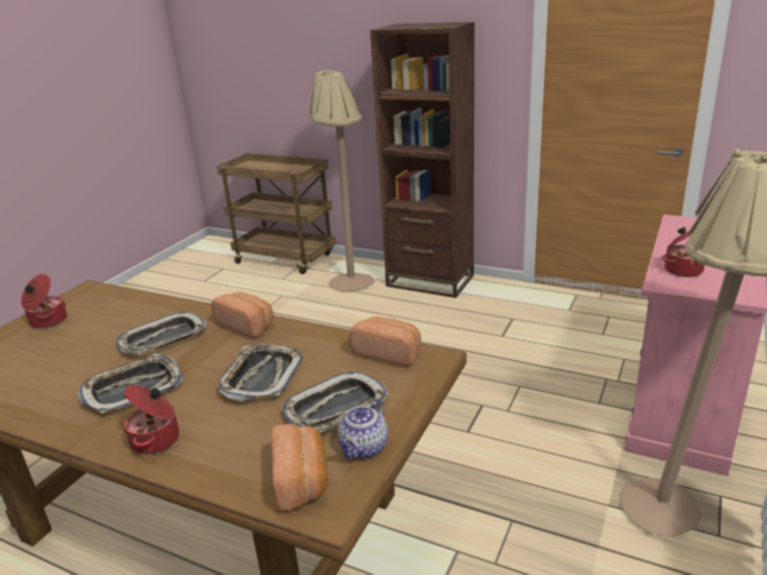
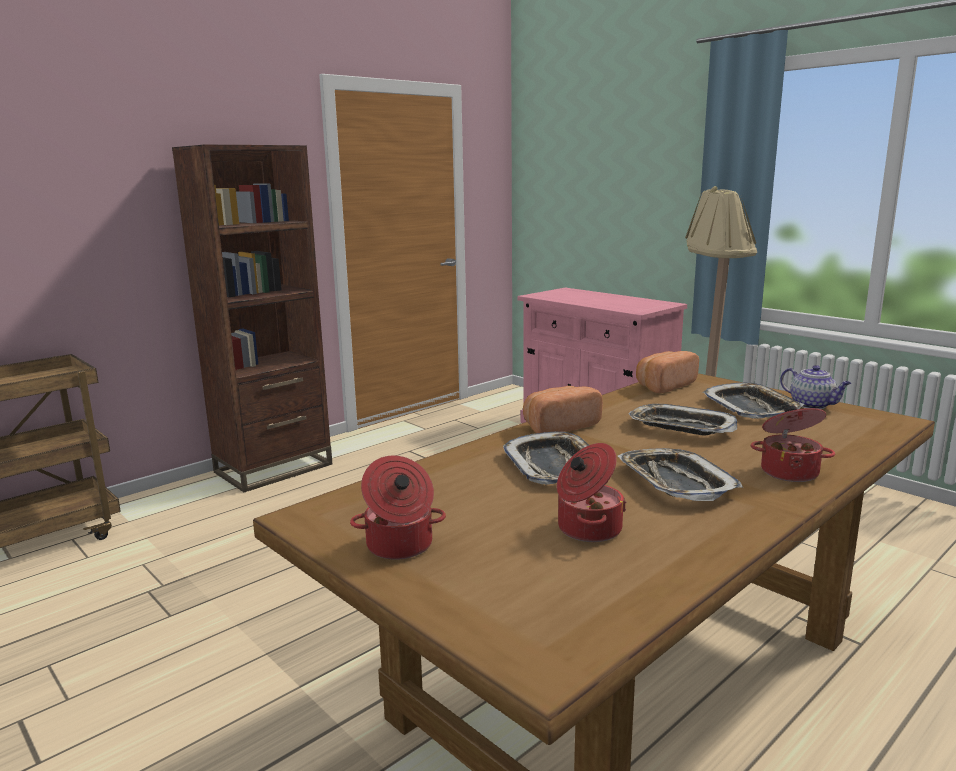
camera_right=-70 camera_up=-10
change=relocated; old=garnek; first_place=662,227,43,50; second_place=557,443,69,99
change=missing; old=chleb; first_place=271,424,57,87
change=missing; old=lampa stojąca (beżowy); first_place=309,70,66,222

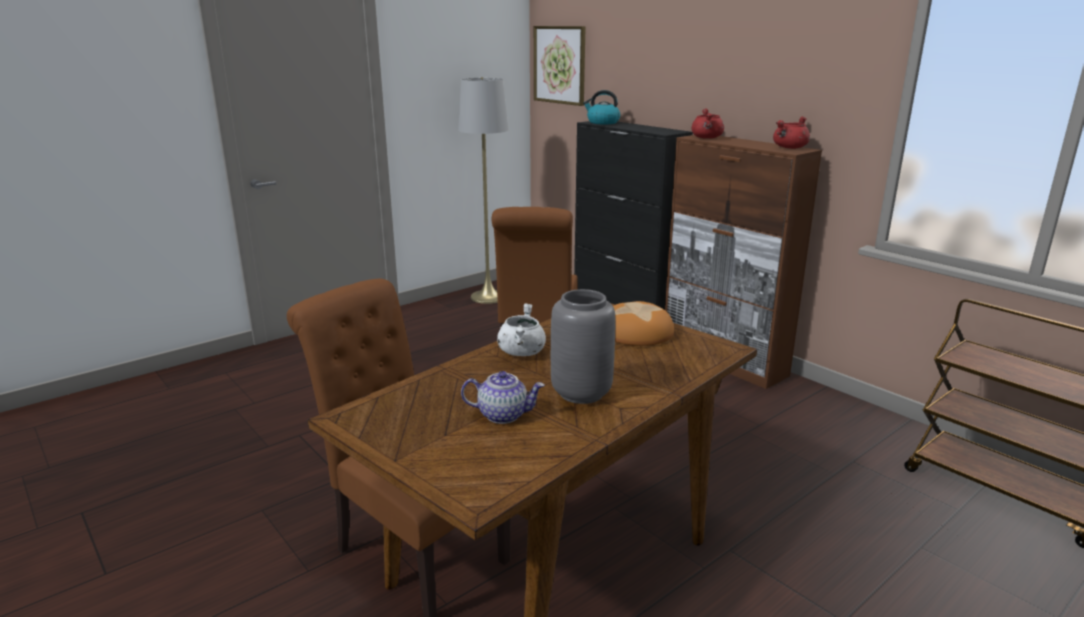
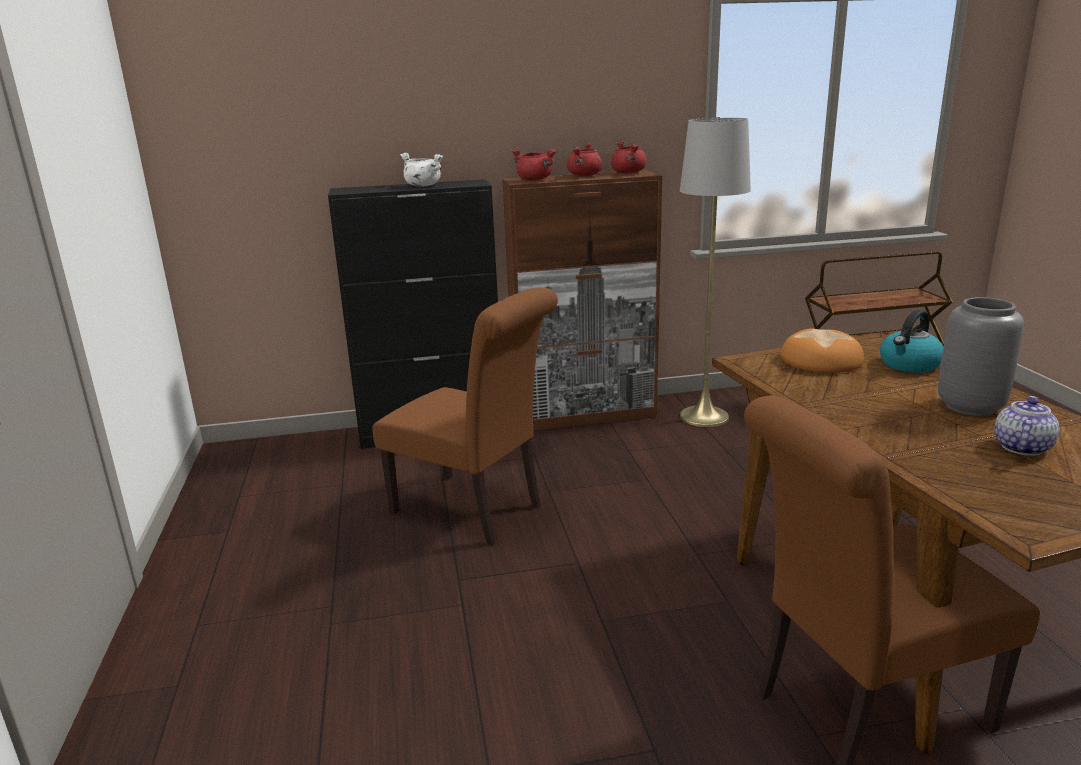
camera_right=-60 camera_up=0
change=relocated; old=garnek (biały); first_place=497,303,49,53; second_place=400,153,44,34
change=appeared; new=garnek (czerwony); second_place=567,142,36,34
change=relocated; old=lampa stojąca (szary); first_place=458,77,50,227; second_place=680,117,71,310
change=relocated; old=czajnik; first_place=583,90,37,34; second_place=880,310,63,63
change=missing; old=obraz; first_place=534,26,51,80

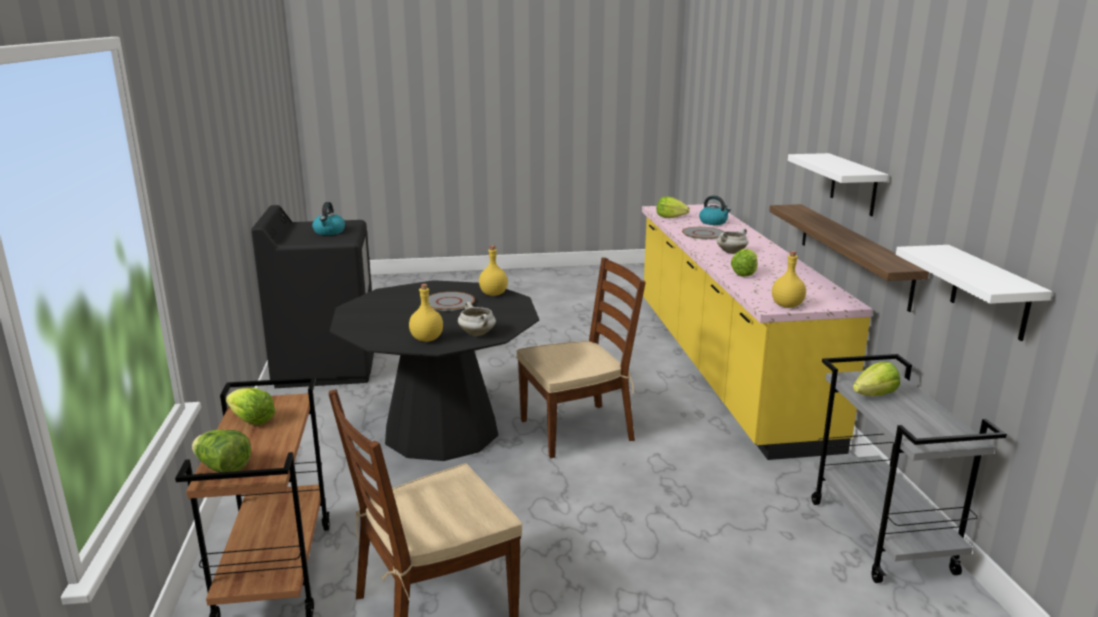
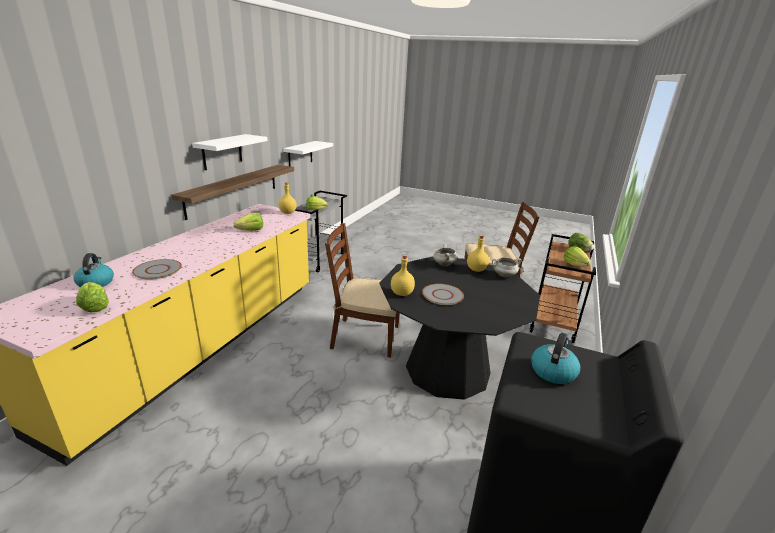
camera_right=-150 camera_up=5
change=relocated; old=garnek (biały); first_place=717,228,31,26; second_place=492,257,30,20

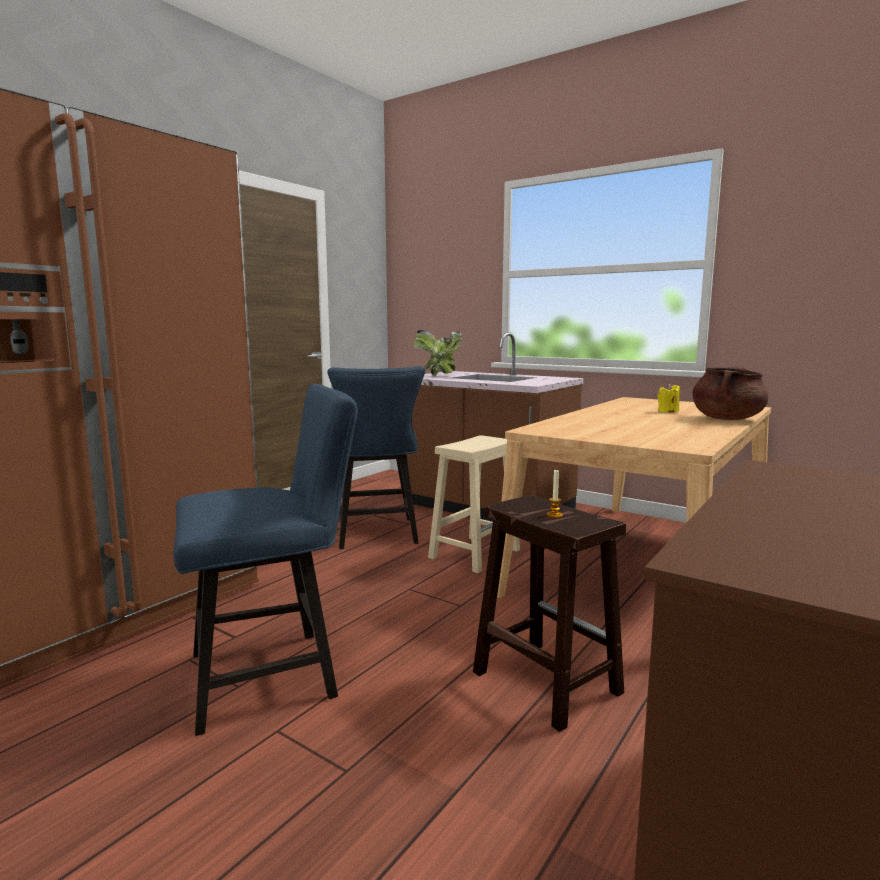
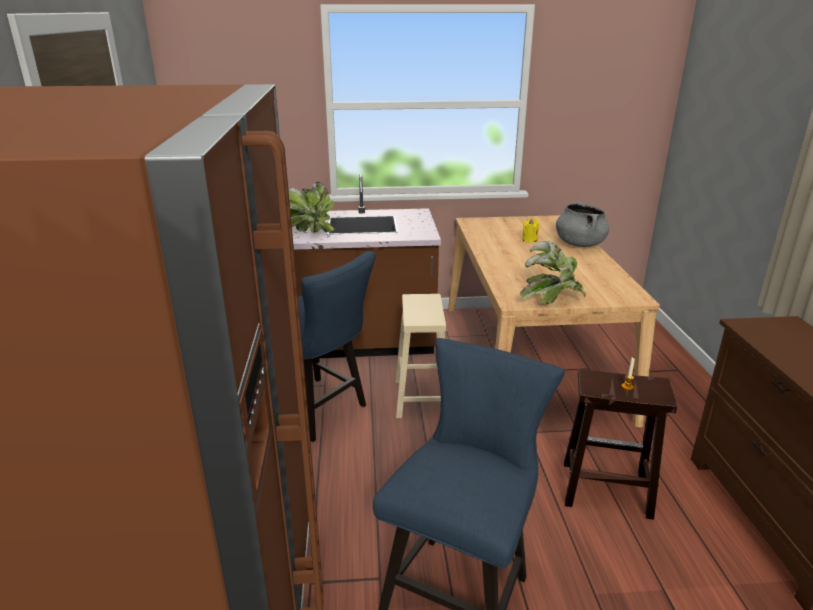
camera_right=-40 camera_up=15
change=appeared; new=roślina doniczkowa; second_place=520,241,66,63
change=colour; old=garnek (brązowy); new=garnek (szary); first_place=693,366,75,54; second_place=556,200,53,47

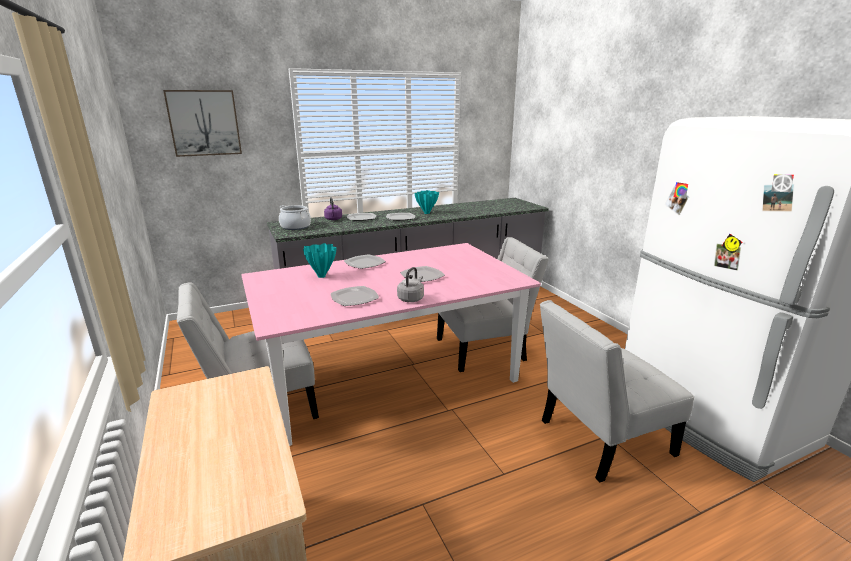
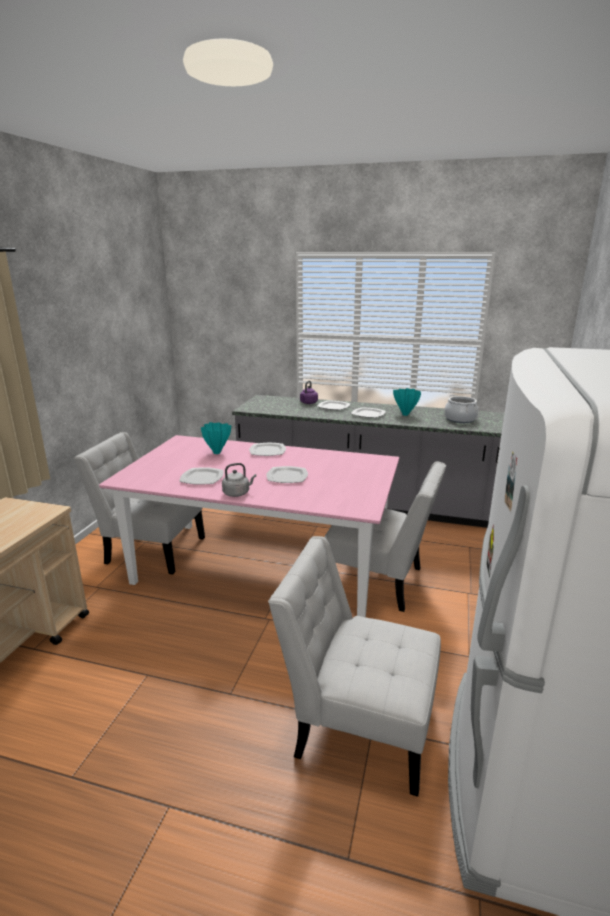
camera_right=40 camera_up=0
change=relocated; old=garnek; first_place=279,205,32,25; second_place=444,395,34,28
change=missing; old=obraz; first_place=163,90,79,67

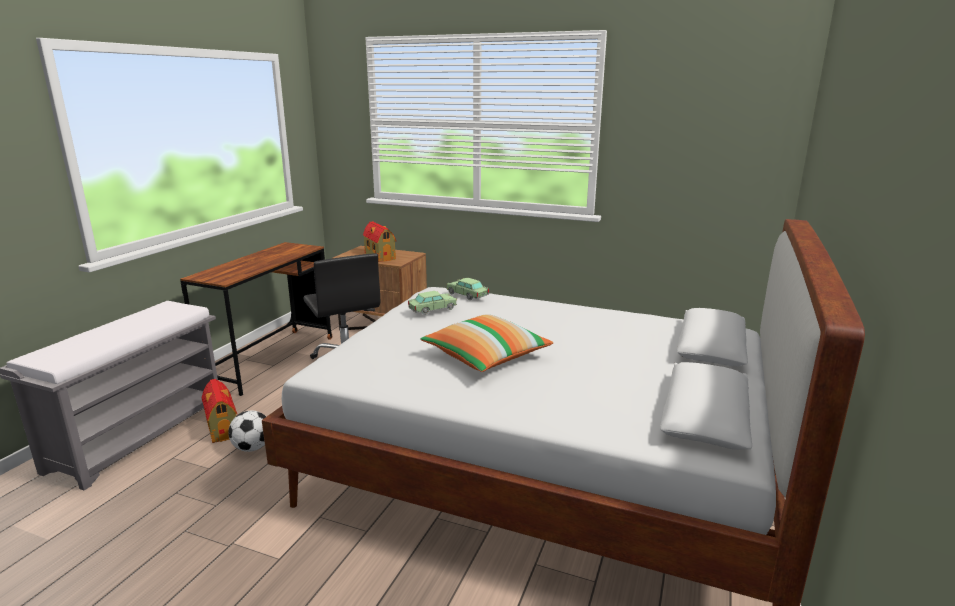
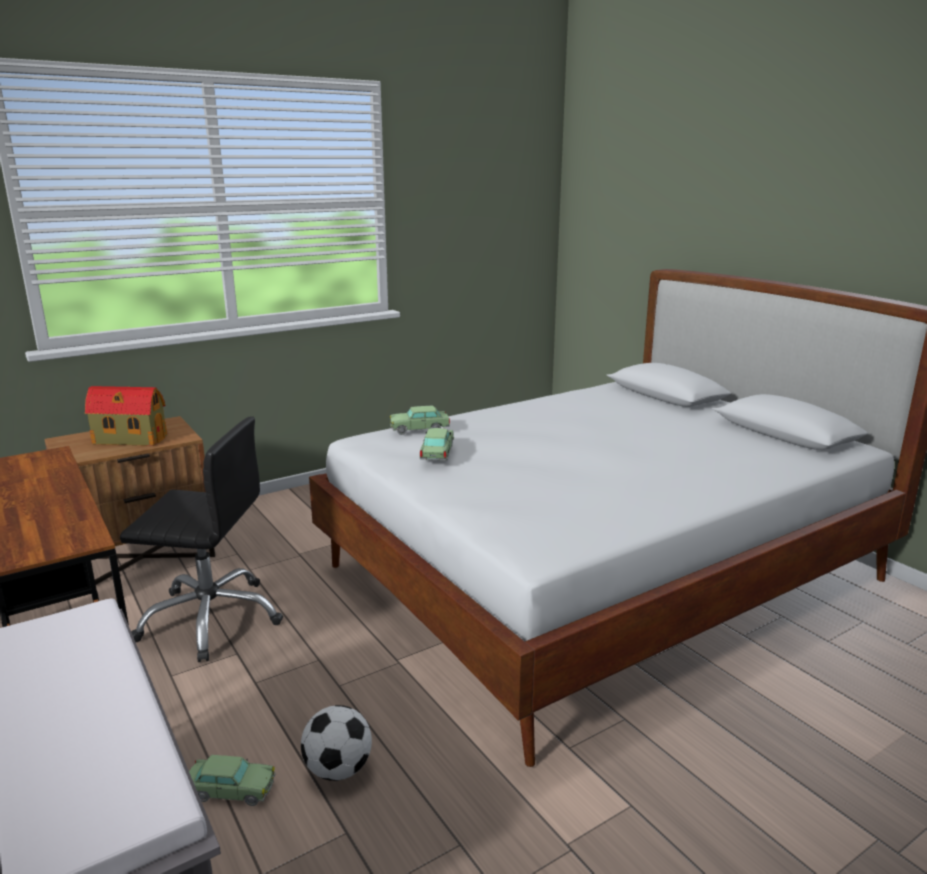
camera_right=-55 camera_up=0
change=exchanged; old=domek; new=samochodzik; first_place=202,379,36,64; second_place=189,755,87,51
change=missing; old=poduszka; first_place=420,314,133,58

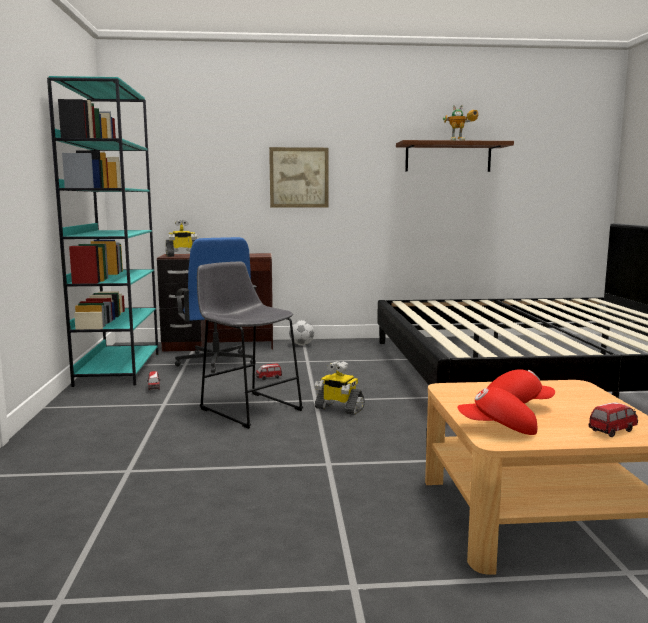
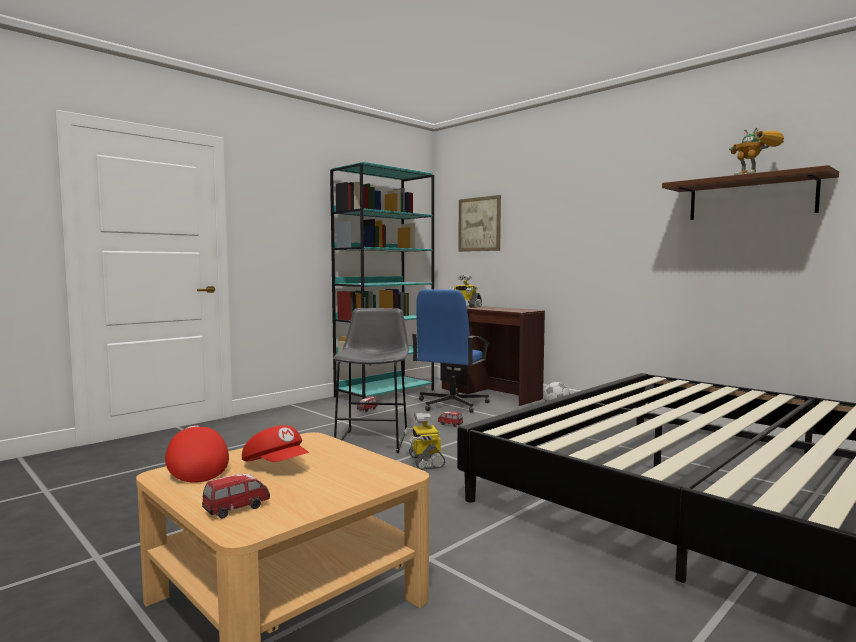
camera_right=50 camera_up=-5
change=spun; old=samochodzik; first_place=589,402,49,35; second_place=202,474,68,45; degrees=-60
change=relocated; old=obraz; first_place=269,147,60,61; second_place=458,195,43,57

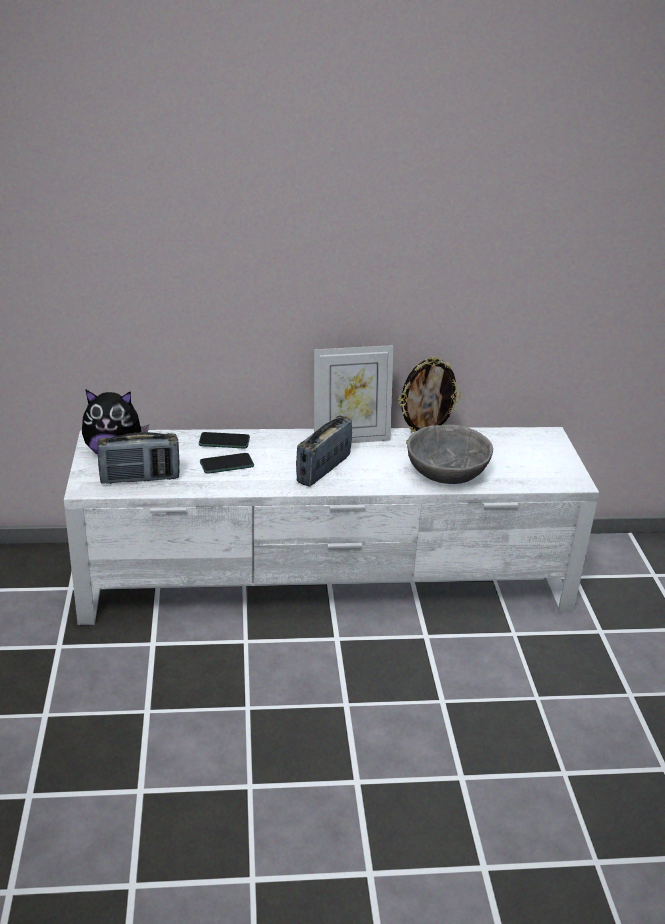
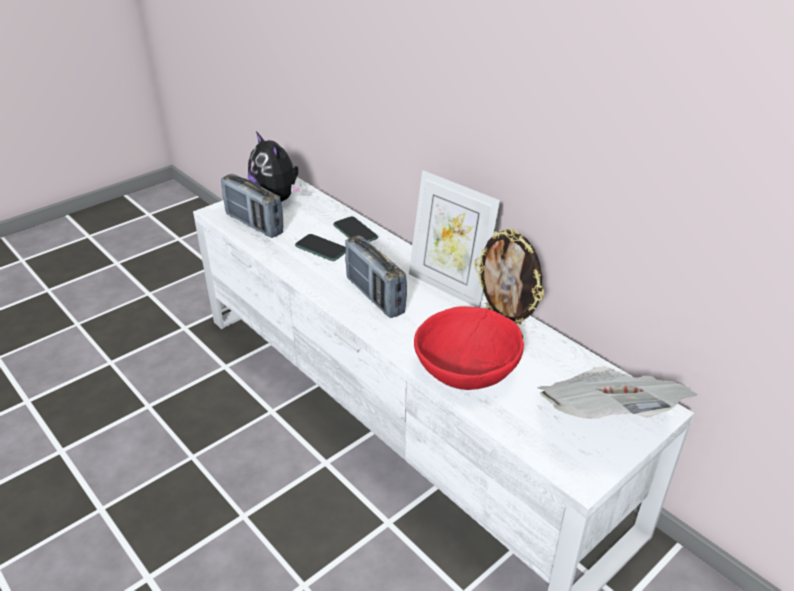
camera_right=55 camera_up=5
change=spun; old=radio; first_place=296,415,56,72; second_place=345,235,62,83; degrees=-120
change=colour; old=miska (szary); new=miska (czerwony); first_place=407,425,86,59; second_place=414,306,110,84
change=appeared; new=gazeta; second_place=537,367,161,52

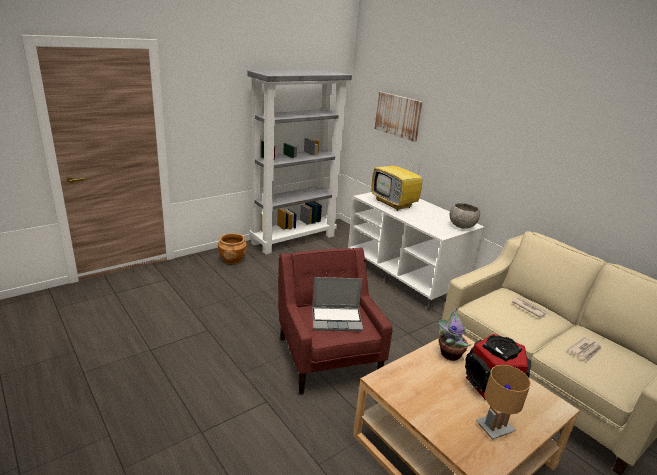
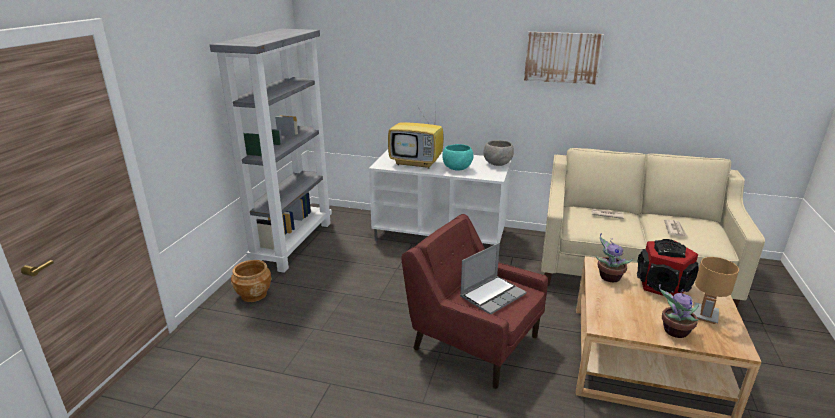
camera_right=-35 camera_up=0
change=appeared; new=miska (turkusowy); second_place=442,144,31,27
change=relocated; old=obraz; first_place=375,92,48,50; second_place=524,32,80,52
change=appeared; new=roślina doniczkowa; second_place=659,284,40,54

